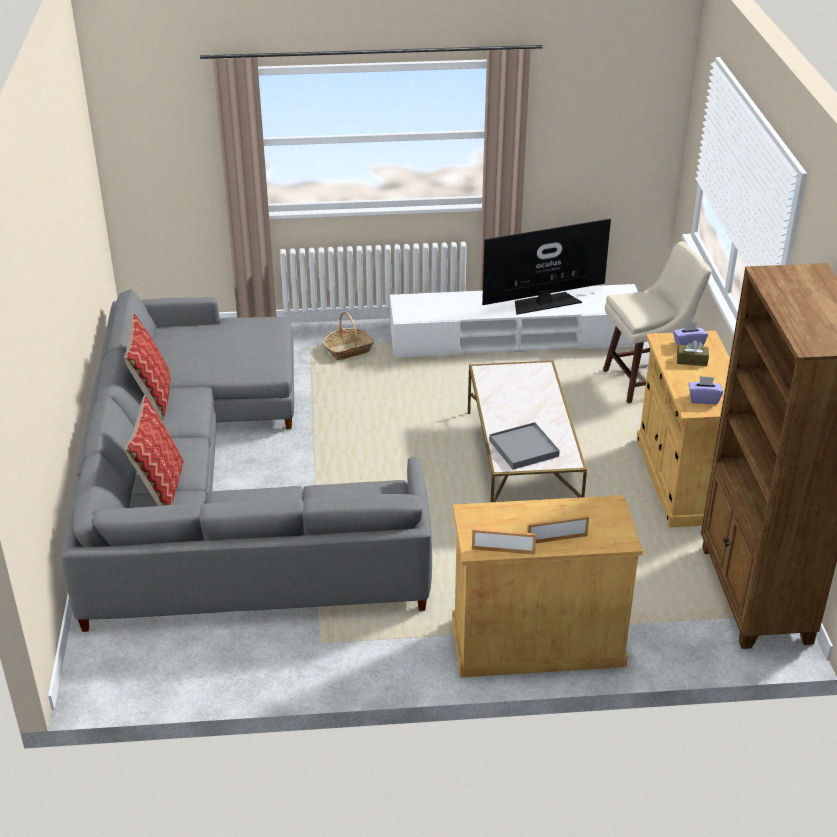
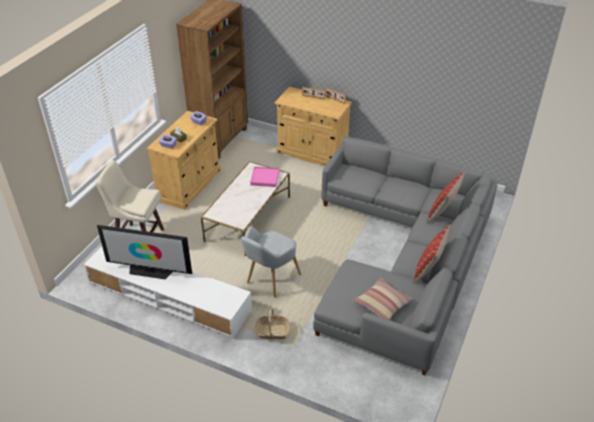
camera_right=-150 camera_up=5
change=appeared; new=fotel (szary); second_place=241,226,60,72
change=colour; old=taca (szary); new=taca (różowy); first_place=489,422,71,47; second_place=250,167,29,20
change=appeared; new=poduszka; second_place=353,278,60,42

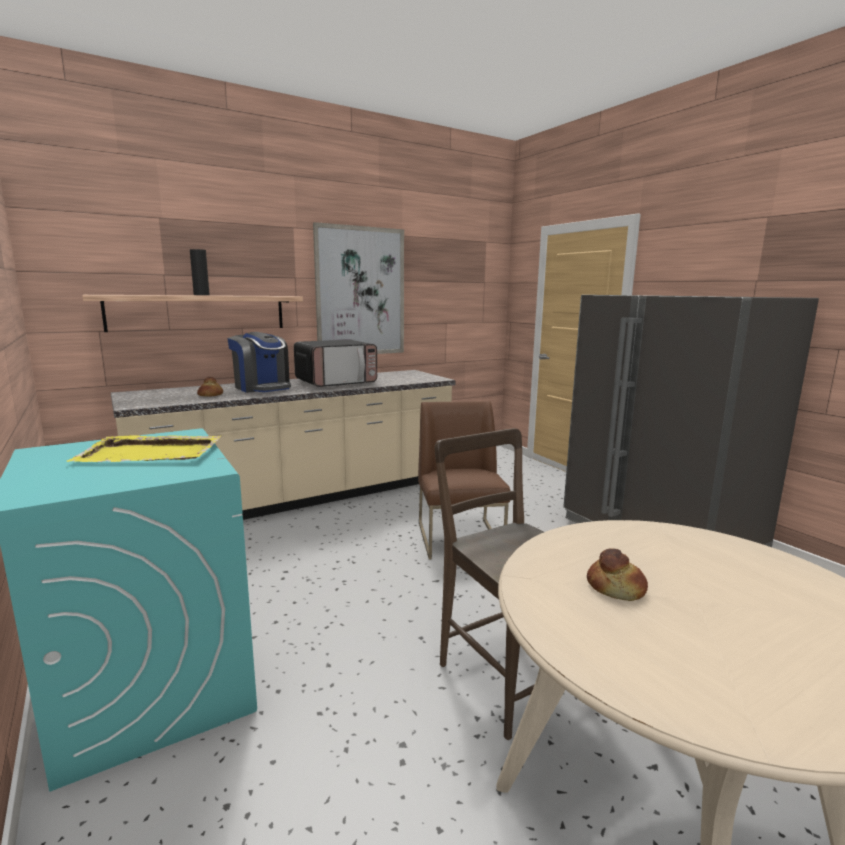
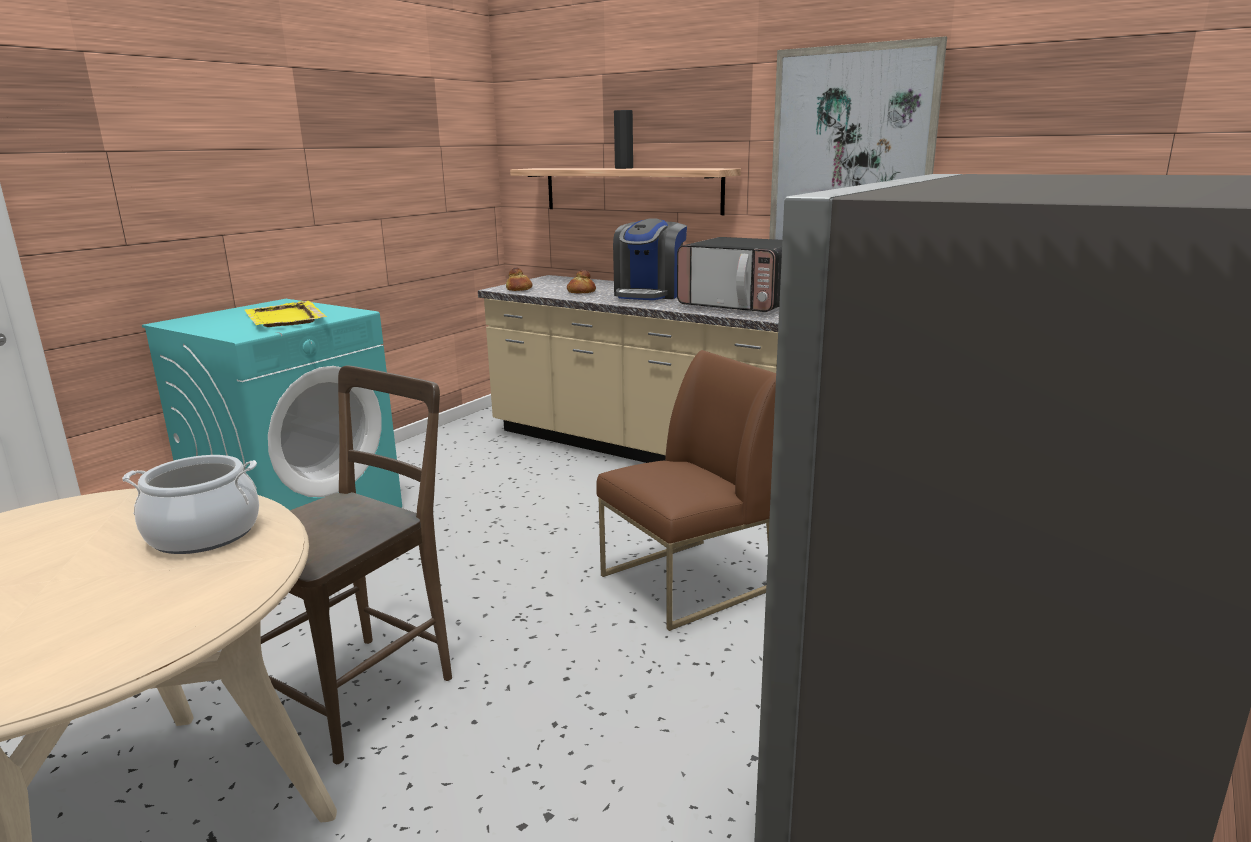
camera_right=65 camera_up=5
change=appeared; new=garnek; second_place=122,455,137,99
change=relocated; old=chleb; first_place=587,548,61,53; second_place=506,268,27,23

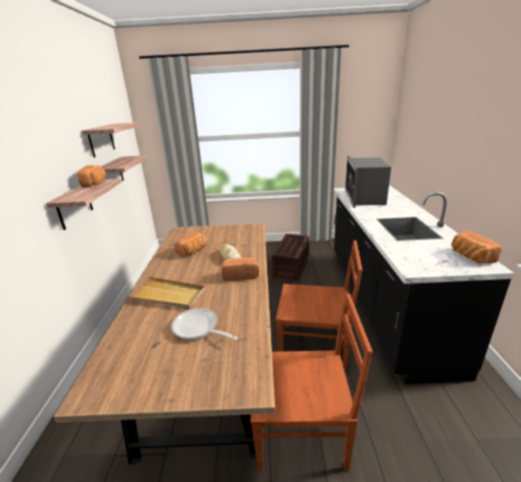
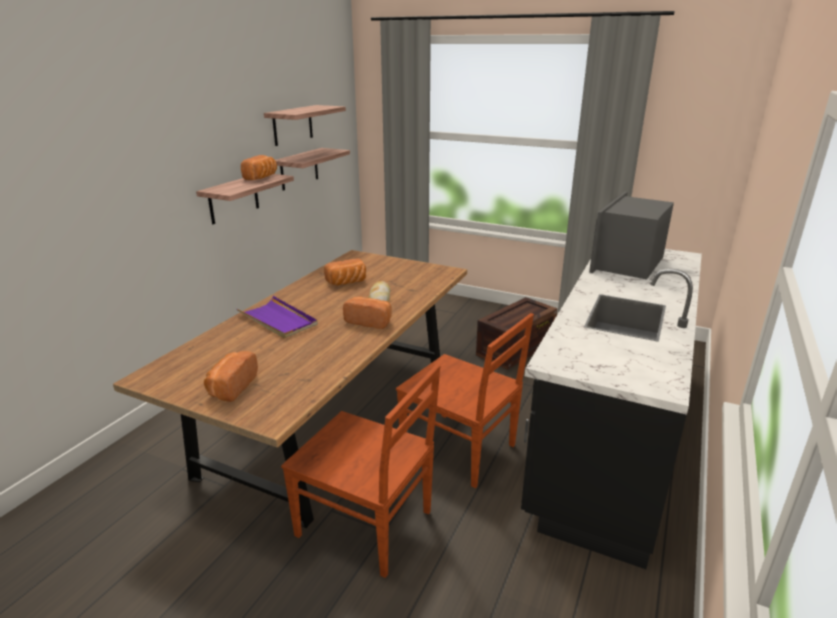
camera_right=25 camera_up=0
change=relocated; old=chleb; first_place=452,231,49,32; second_place=204,351,54,51
change=colour; old=taca (beżowy); new=taca (fioletowy); first_place=126,277,79,33; second_place=237,296,81,43
change=missing; old=patelnia; first_place=171,308,67,32

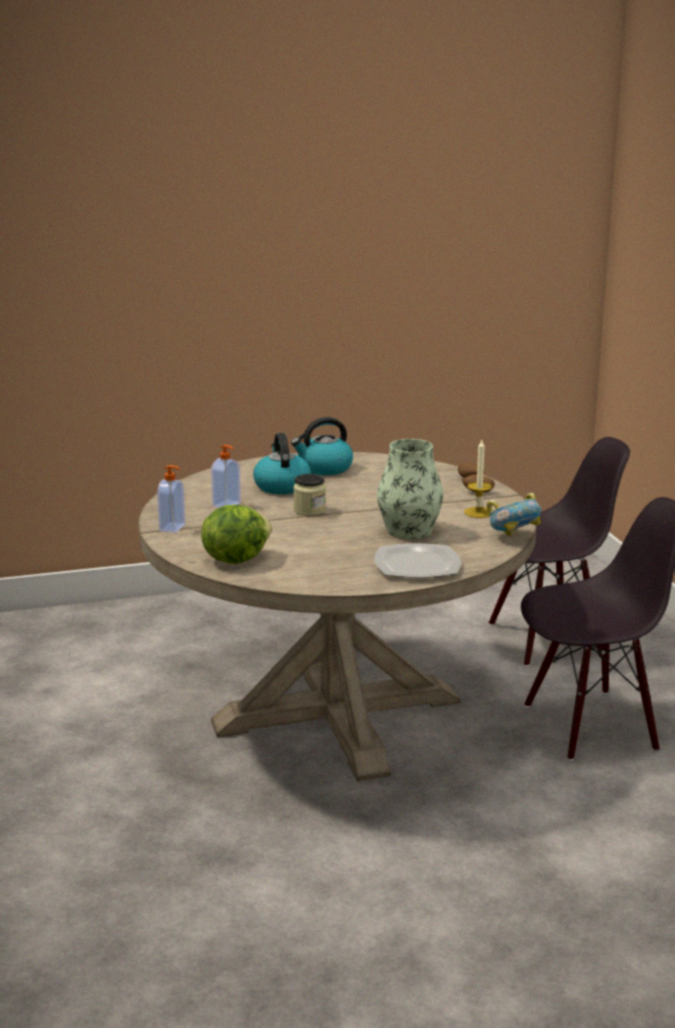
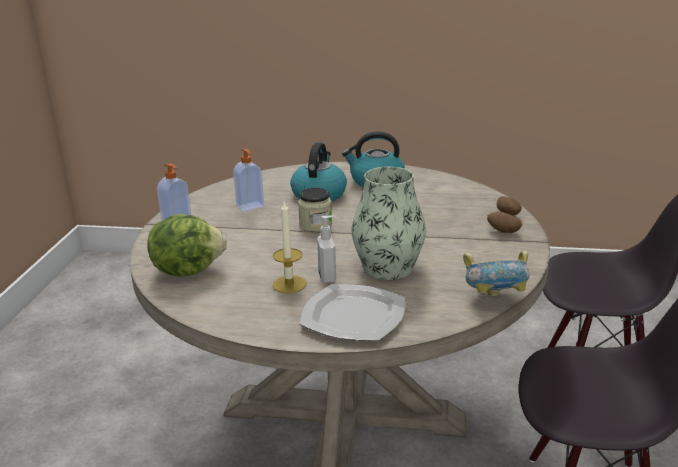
camera_right=25 camera_up=5
change=relocated; old=świeca; first_place=464,440,28,78; second_place=273,201,34,92
change=appeared; new=dozownik mydła; second_place=317,215,19,68

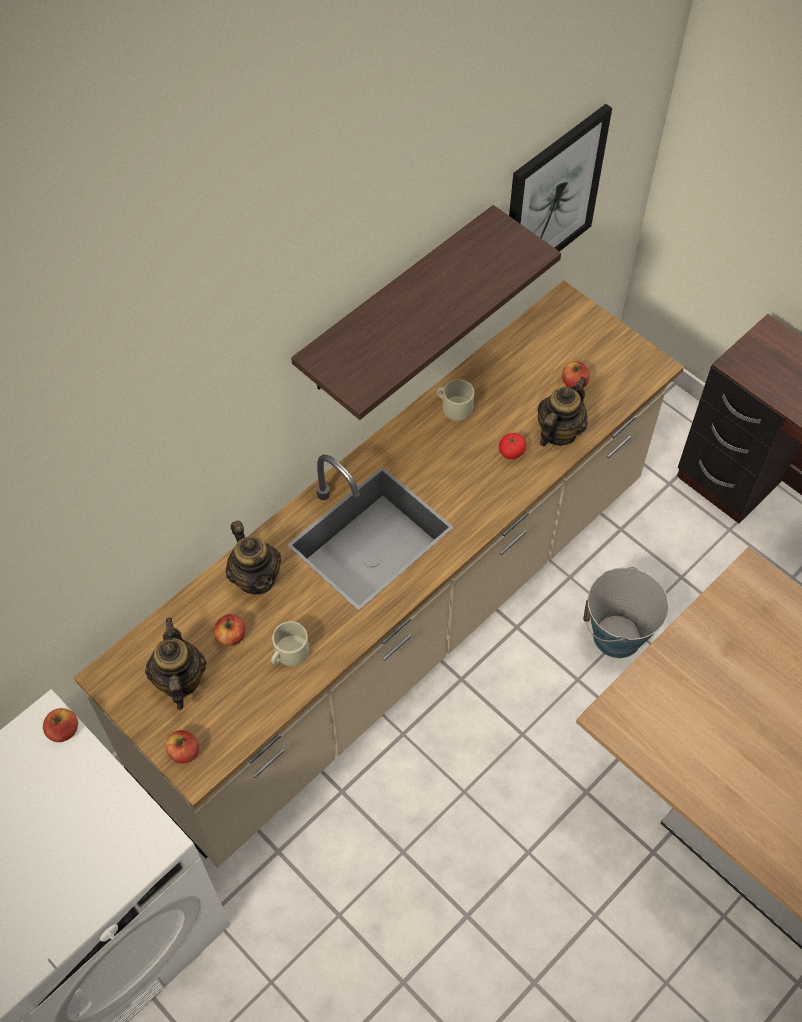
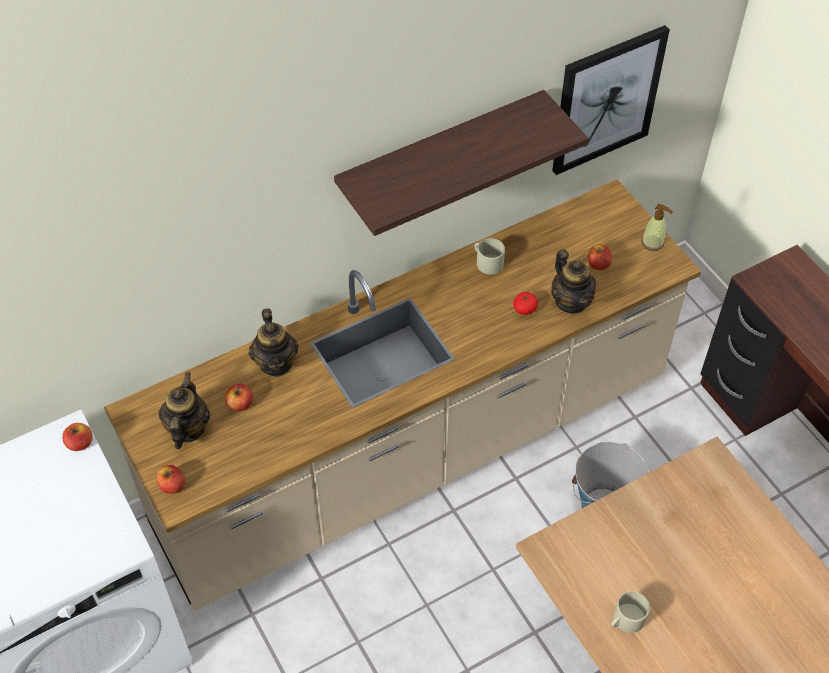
camera_right=15 camera_up=-5
change=spun; old=imbryk; first_place=537,377,51,69; second_place=551,249,45,65; degrees=105
change=relocated; old=kubek (beżowy); first_place=271,621,38,45; second_place=611,591,39,42
change=appeared; new=dozownik mydła; second_place=641,204,32,47

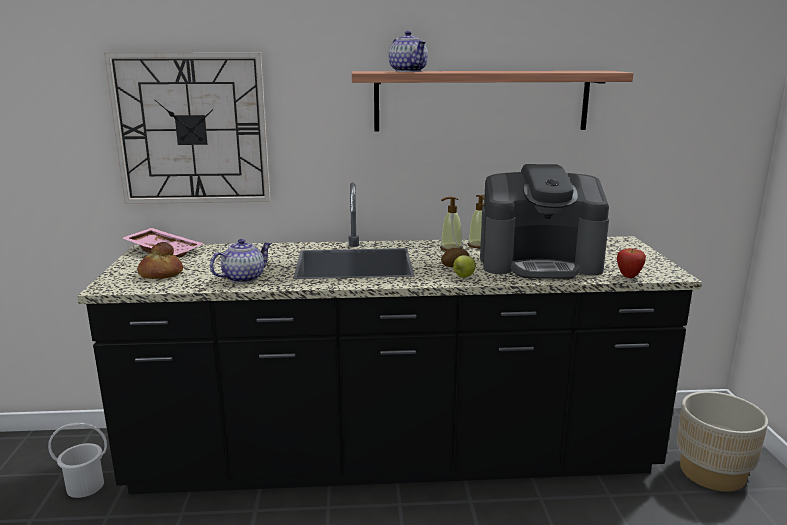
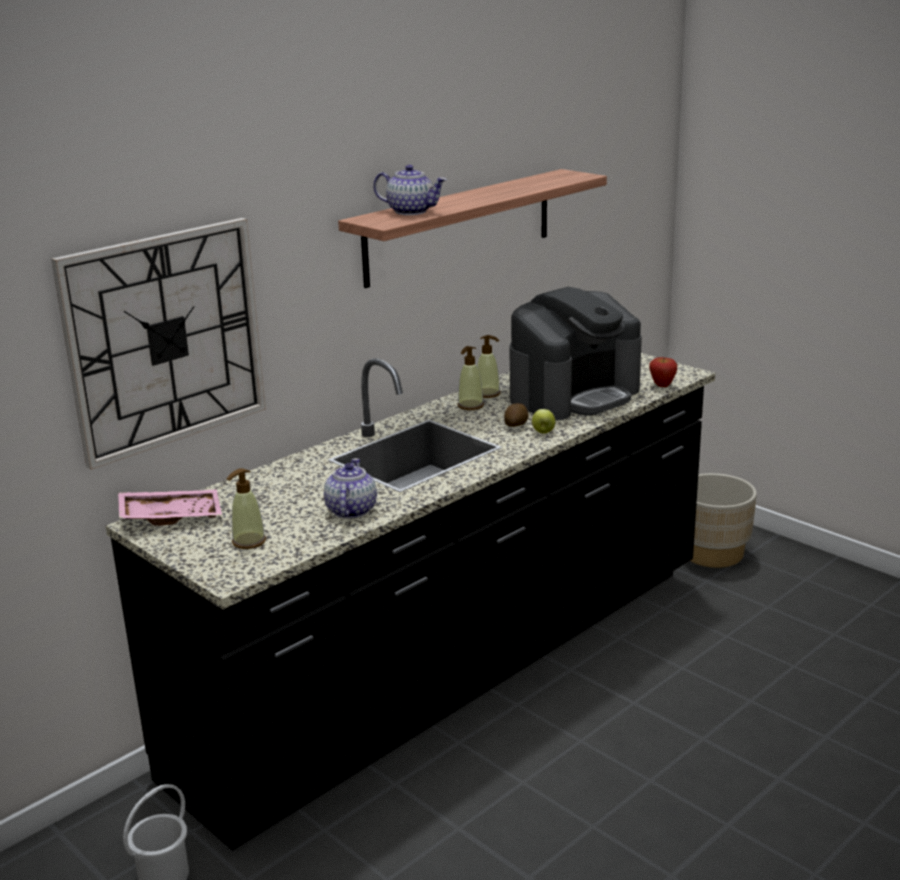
camera_right=-40 camera_up=5
change=exchanged; old=chleb; new=dozownik mydła; first_place=137,242,46,37; second_place=227,468,39,81

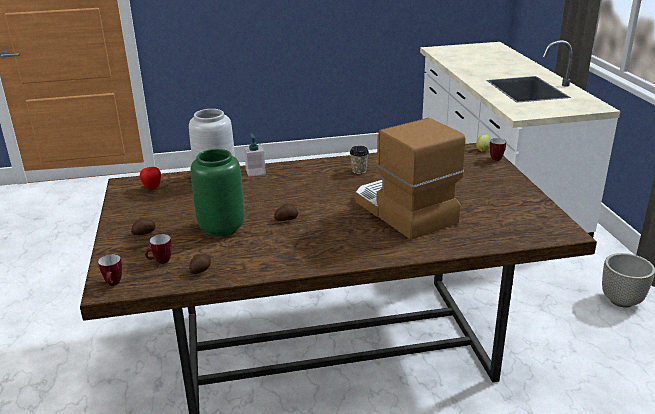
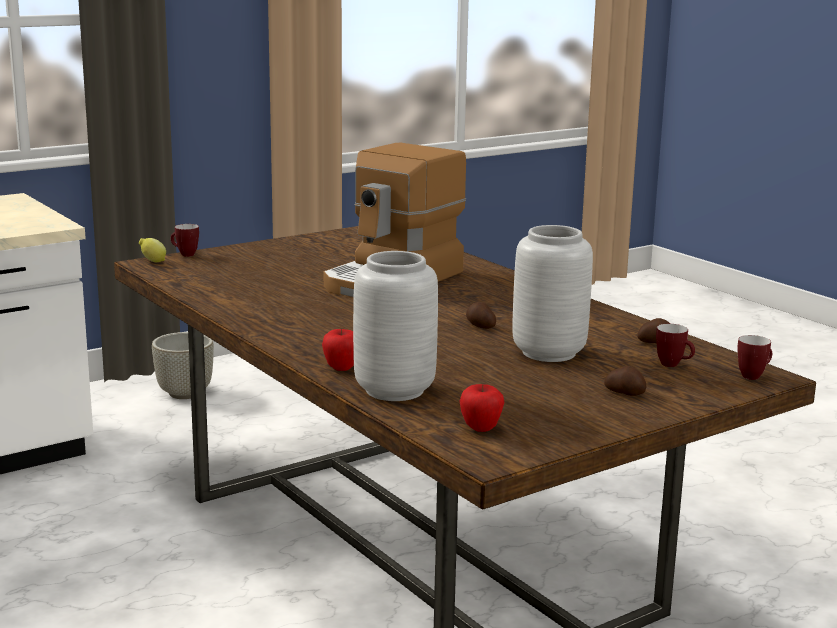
camera_right=-115 camera_up=-10
change=exchanged; old=dozownik mydła; new=jabłko; first_place=244,134,22,43; second_place=322,329,32,42
change=colour; old=wazon (zielony); new=wazon (szary); first_place=191,149,54,88; second_place=512,225,81,137
change=missing; old=filiżanka; first_place=350,146,19,28

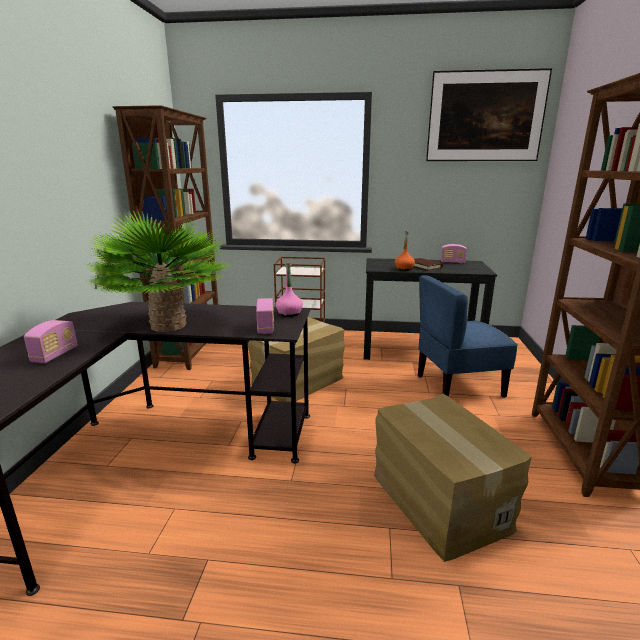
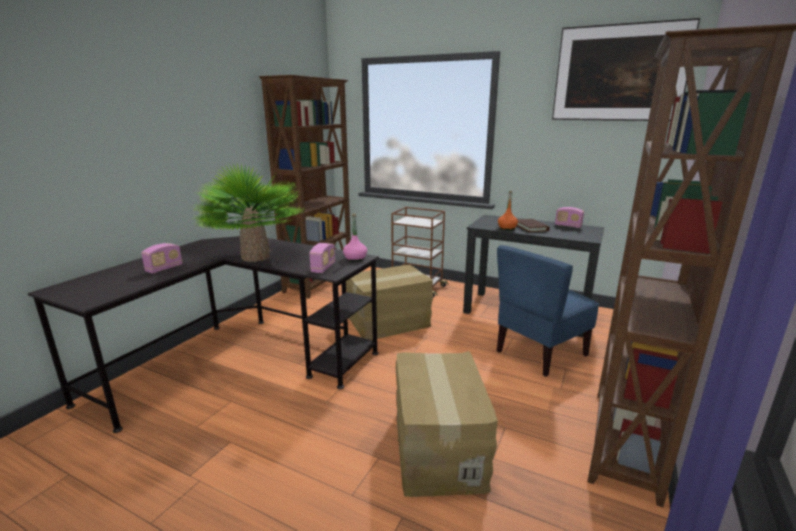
camera_right=20 camera_up=0
change=spun; old=krzesło (niebieski); first_place=418,275,100,123; second_place=497,245,102,132; degrees=-45

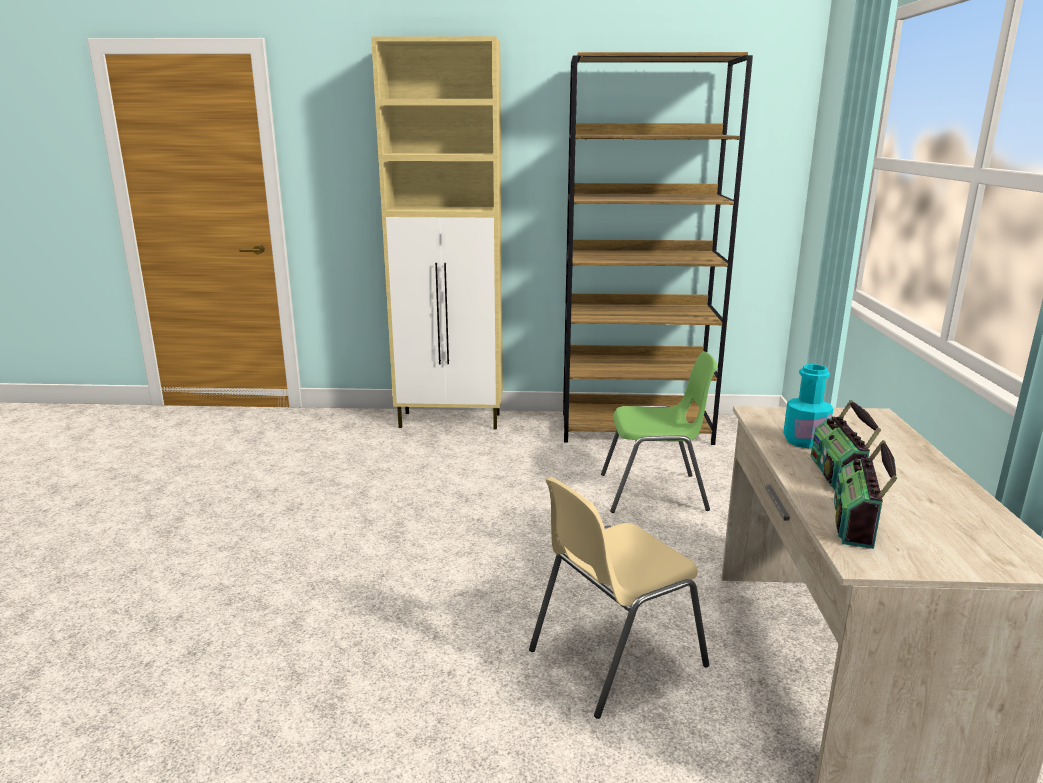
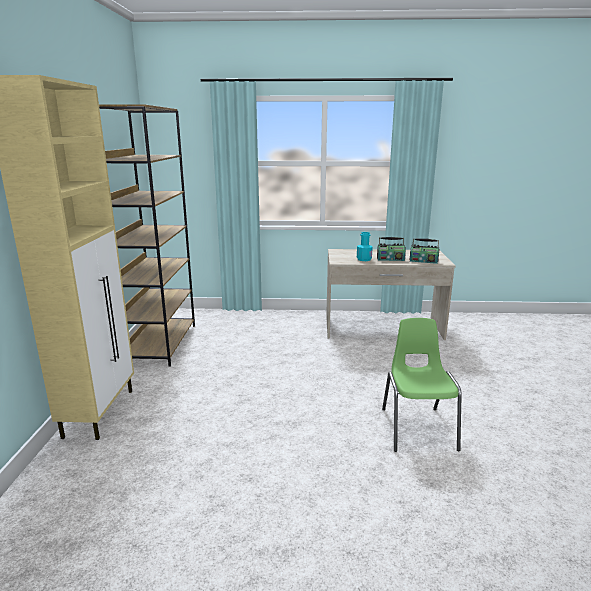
camera_right=-90 camera_up=0
change=relocated; old=krzesło (zielony); first_place=601,351,116,162; second_place=382,318,80,134
change=missing; old=krzesło (beżowy); first_place=529,477,180,242

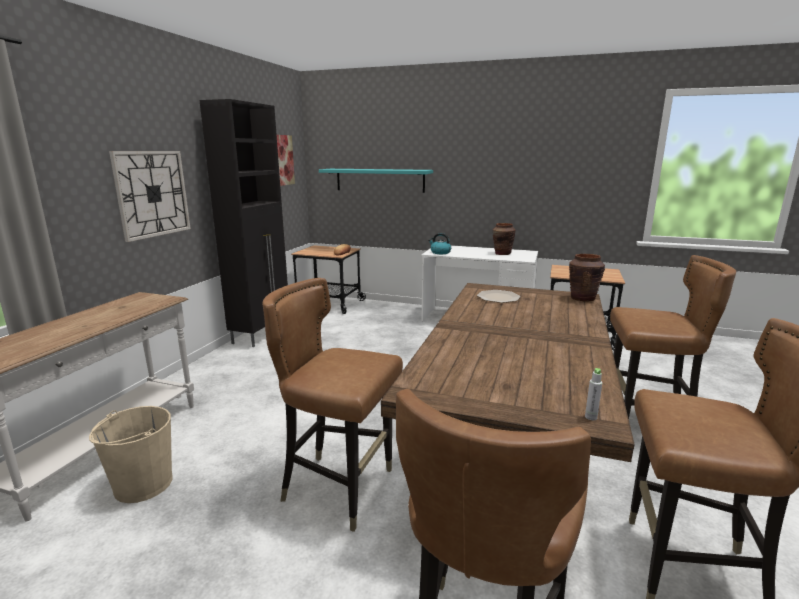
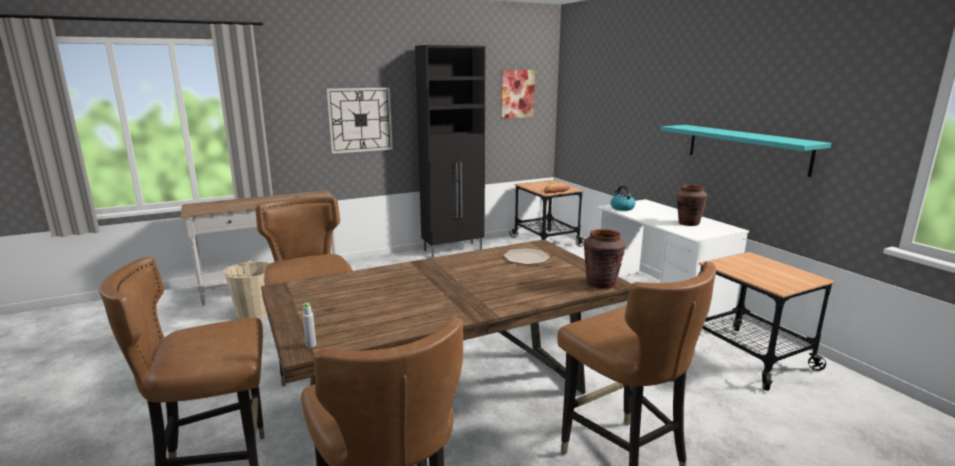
camera_right=45 camera_up=0
change=relocated; old=półka (turkusowy); first_place=319,169,114,24; second_place=660,125,171,52

